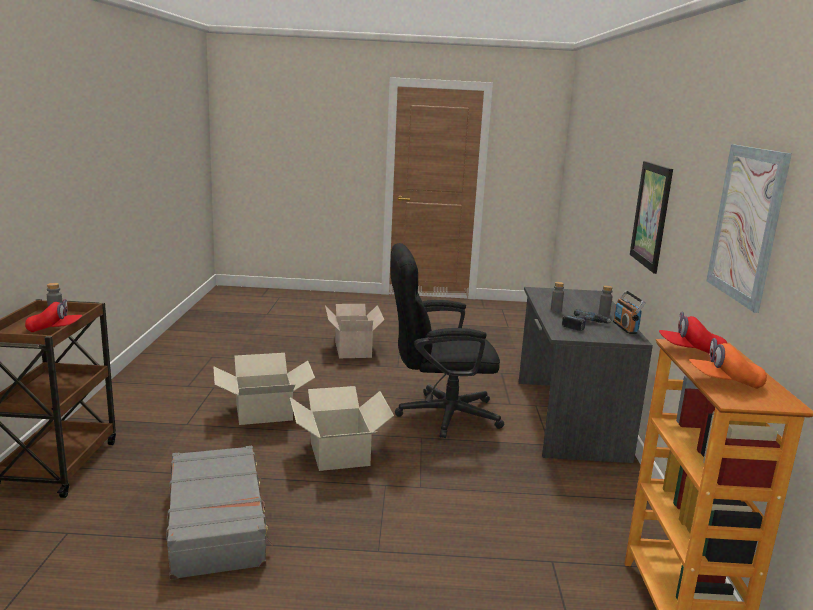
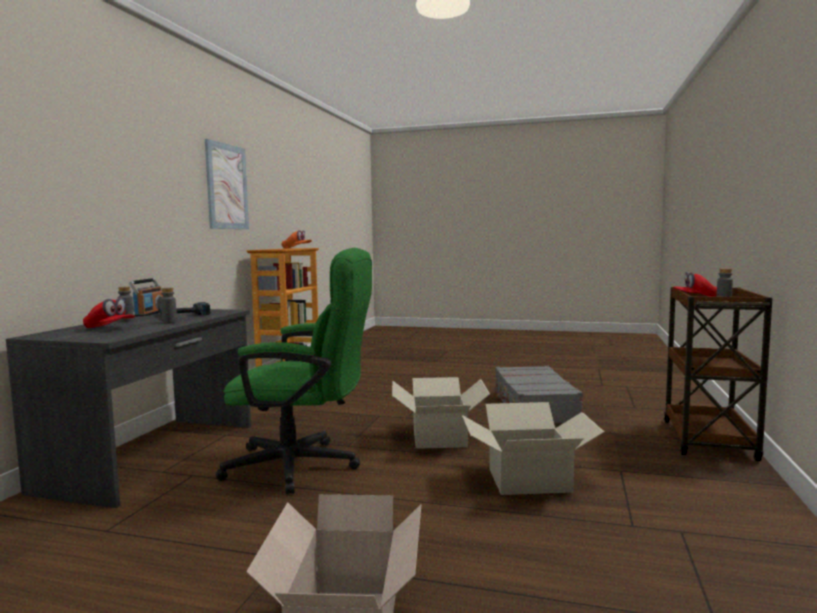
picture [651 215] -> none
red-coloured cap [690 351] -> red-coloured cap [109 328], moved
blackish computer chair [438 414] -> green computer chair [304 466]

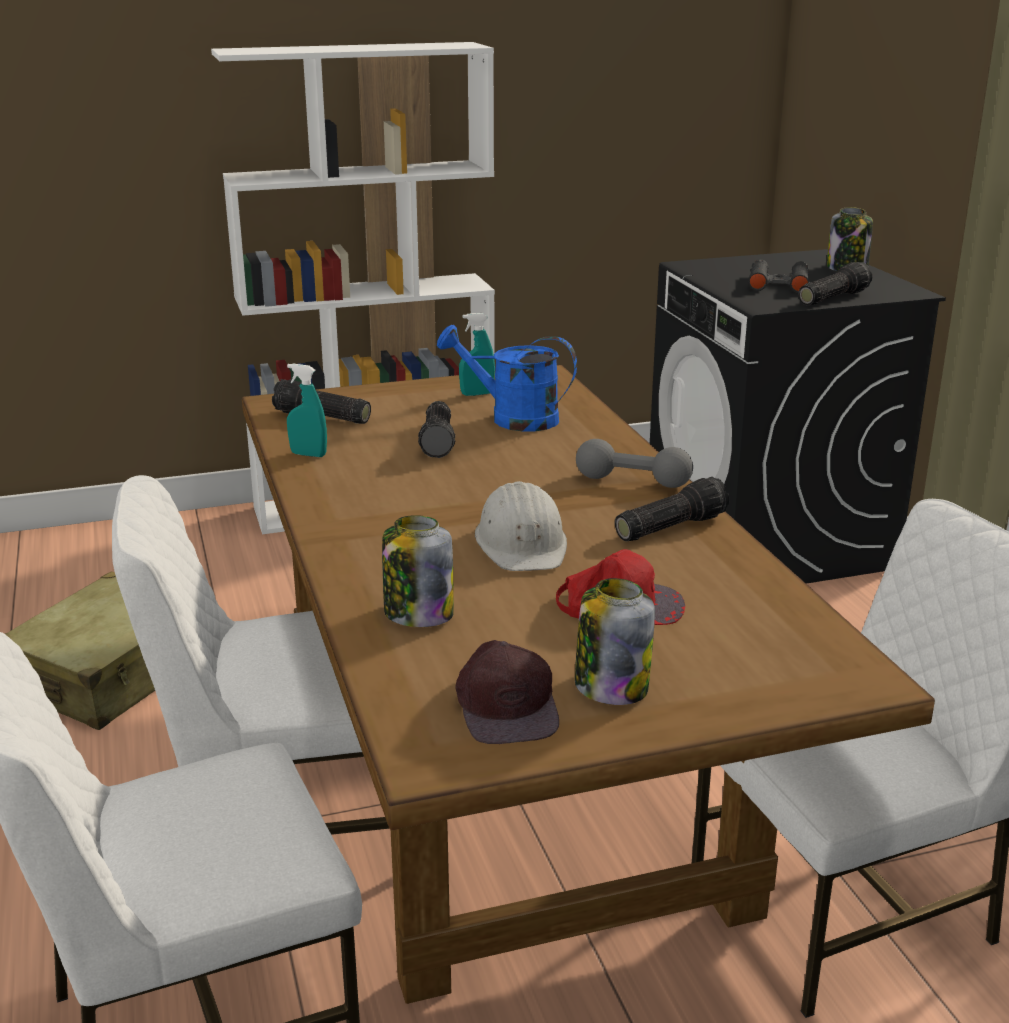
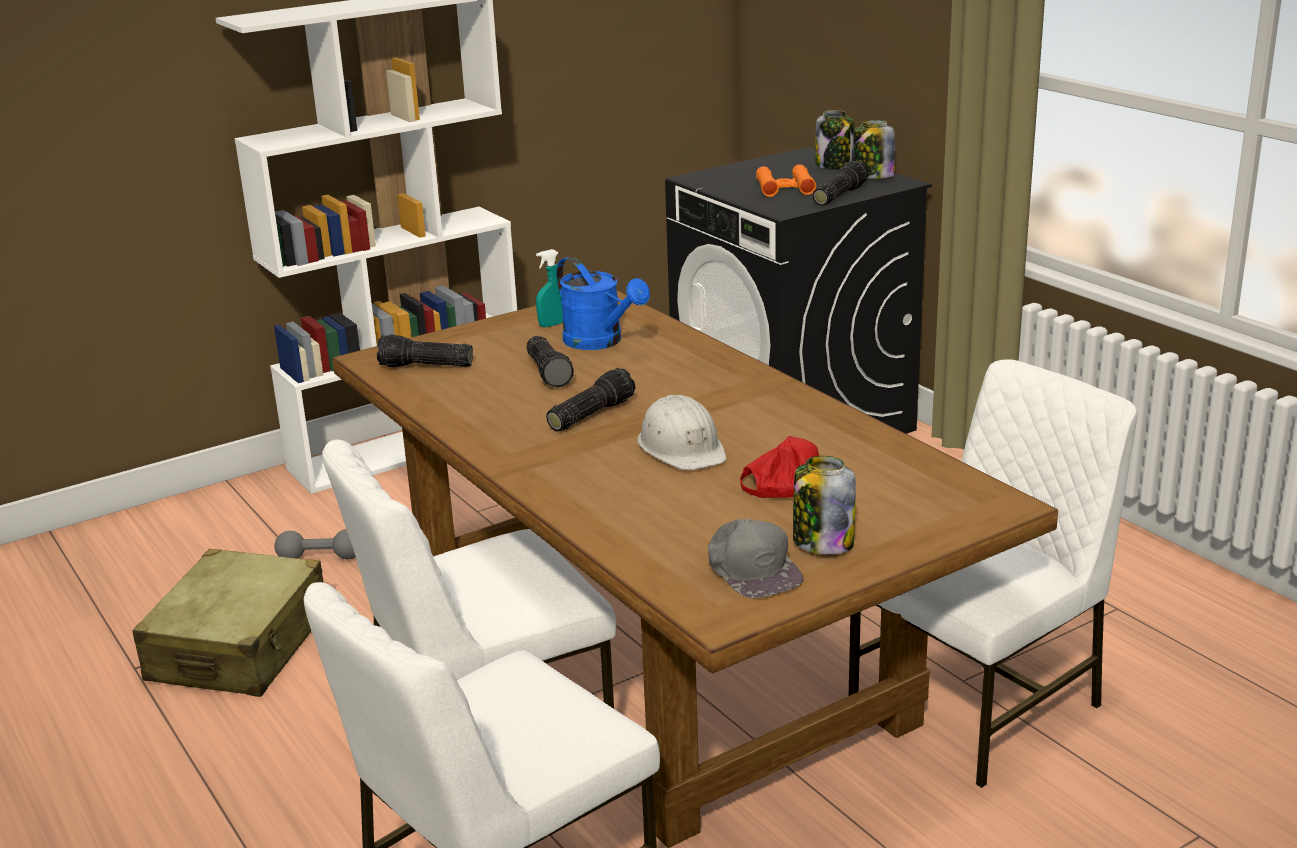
turquoise-coloured hand sprayer [308 454] -> none
storage jar [417 613] -> storage jar [873 176], moved
greyish free weight [633 481] -> greyish free weight [320 558], moved
hand torch [669 526] -> hand torch [590 414], moved
brown-coloured cap [507 704] -> greyish cap [753 569]
blackish pair of binoculars [778 284] -> orange pair of binoculars [785 188]
blue-coloured sprinkling can [512 418] -> blue-coloured sprinkling can [600 342], 135 degrees counterclockwise

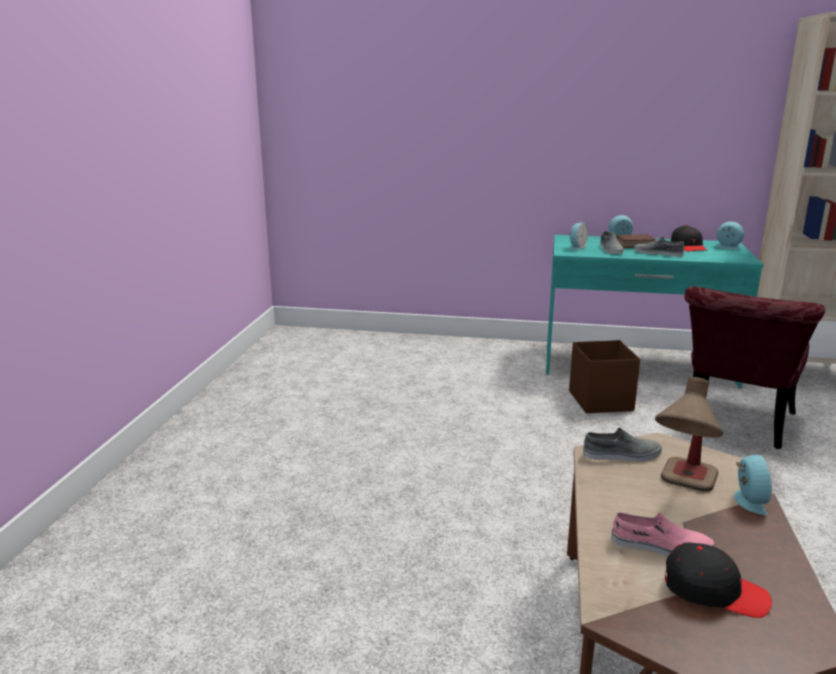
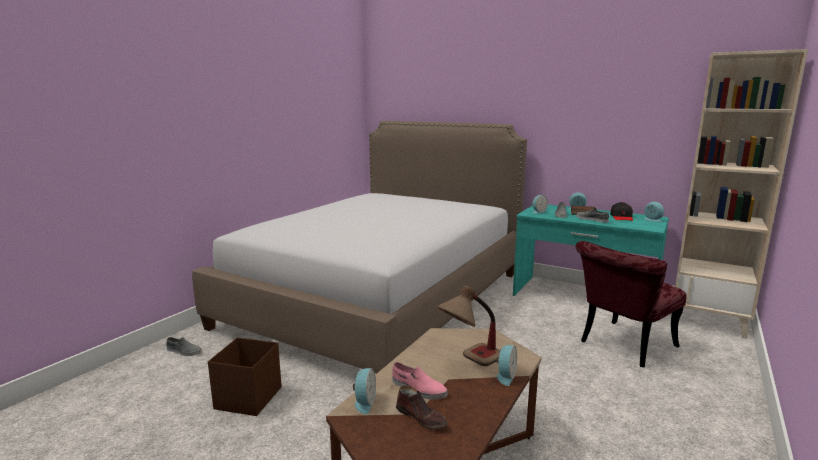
none -> bedroom bed [380 298]
none -> table clock [364 402]
brown-coloured storage container [600 400] -> brown-coloured storage container [249 398], moved
greyish item of footwear [622 455] -> greyish item of footwear [184 351], moved
blackish cap [714 591] -> brown-coloured item of footwear [421 417]

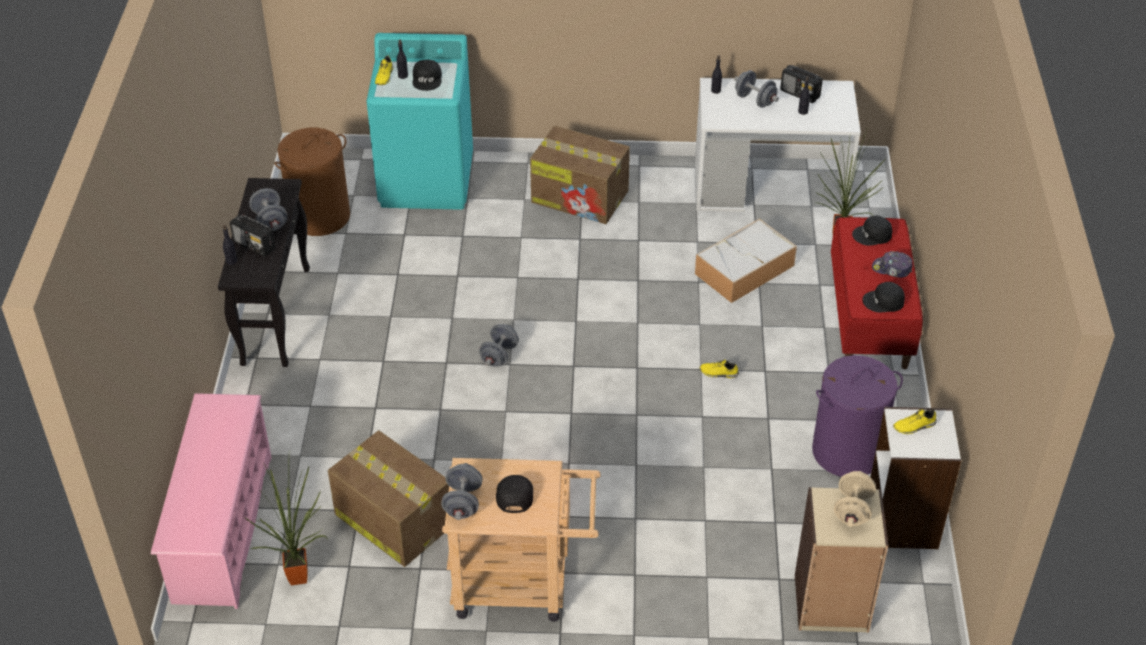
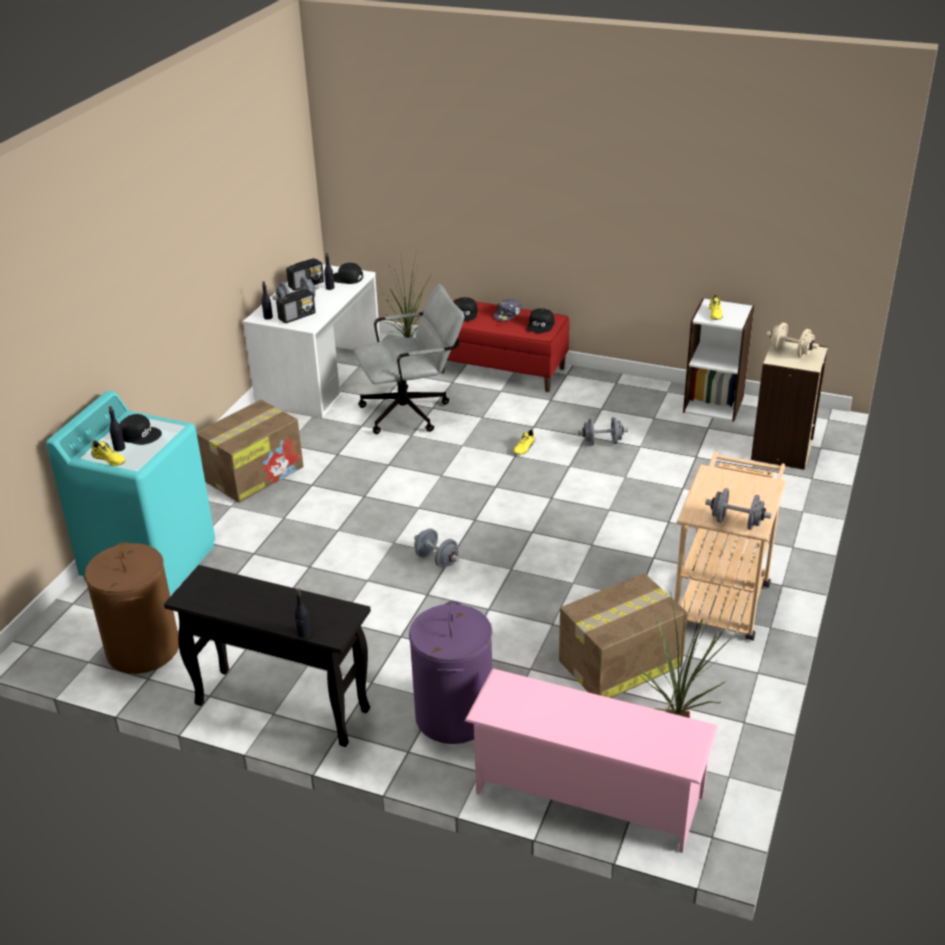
radio set [255 245] -> radio set [297 316], moved
greyish free weight [270 221] -> greyish free weight [602 442], moved
blackish cap [514 495] -> blackish cap [347 278], moved
purple-coloured laundry basket [847 452] -> purple-coloured laundry basket [454 716], moved
storage container [743 270] -> greyish computer chair [412 411]

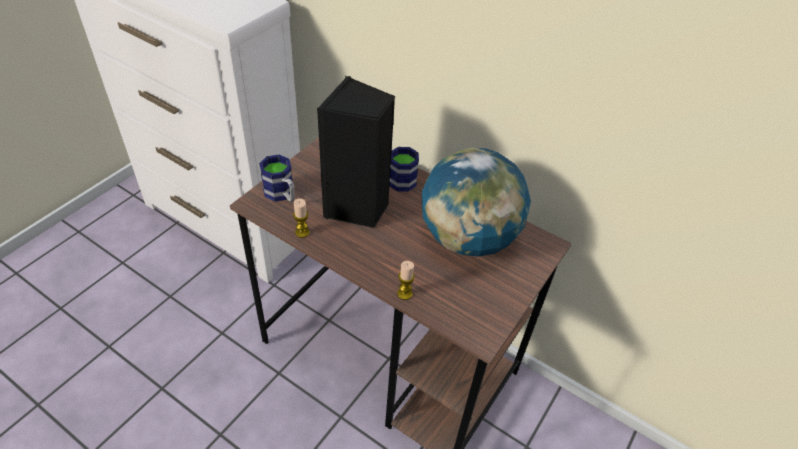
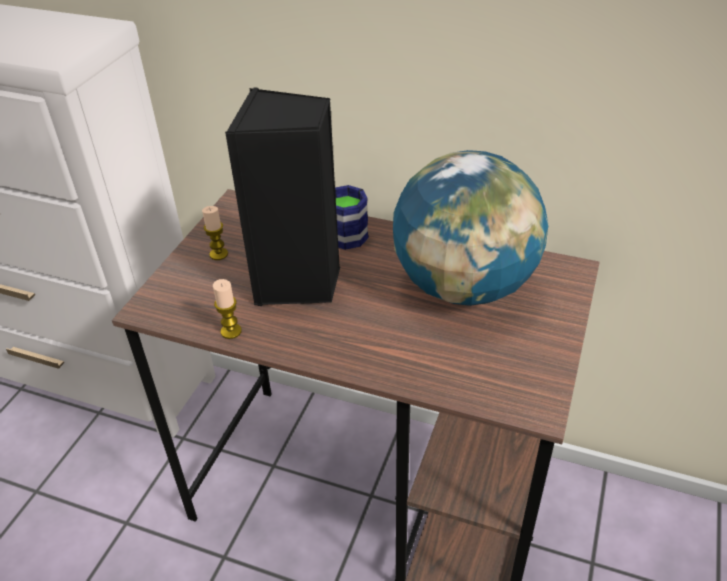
coffee mug [282 194] -> none
candle [404 293] -> candle [218 254], moved

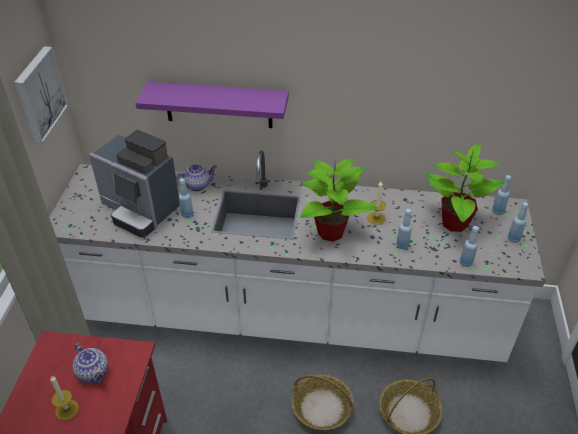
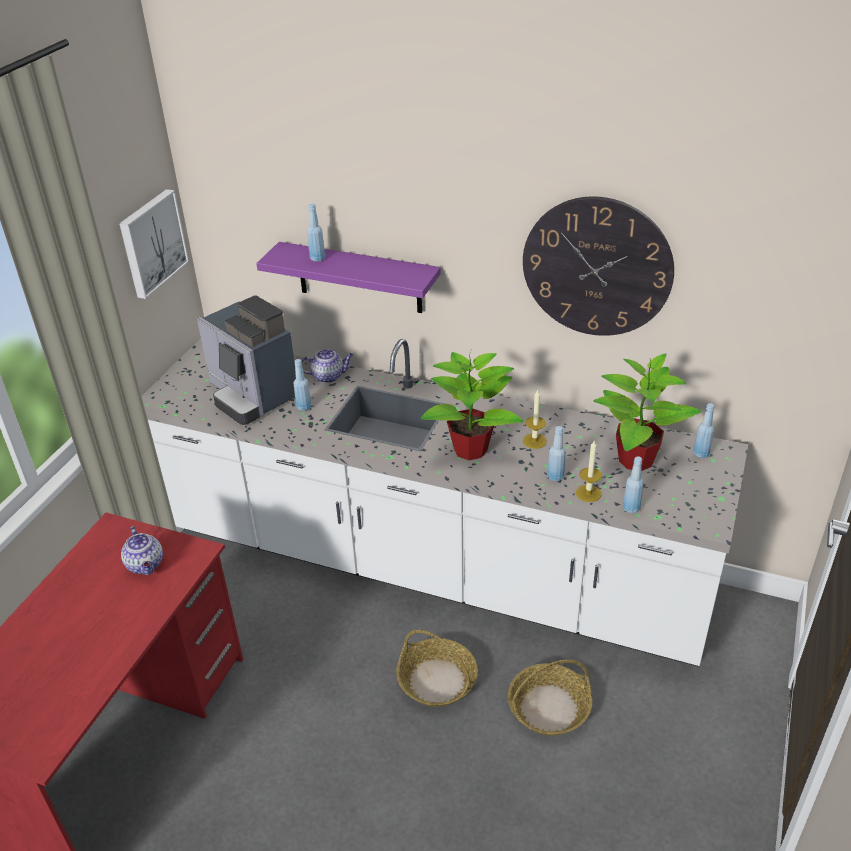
none -> hanging clock [597 267]
candle [67 410] -> candle [588 493], moved
blue-coloured bottle [513 239] -> blue-coloured bottle [317 258], moved

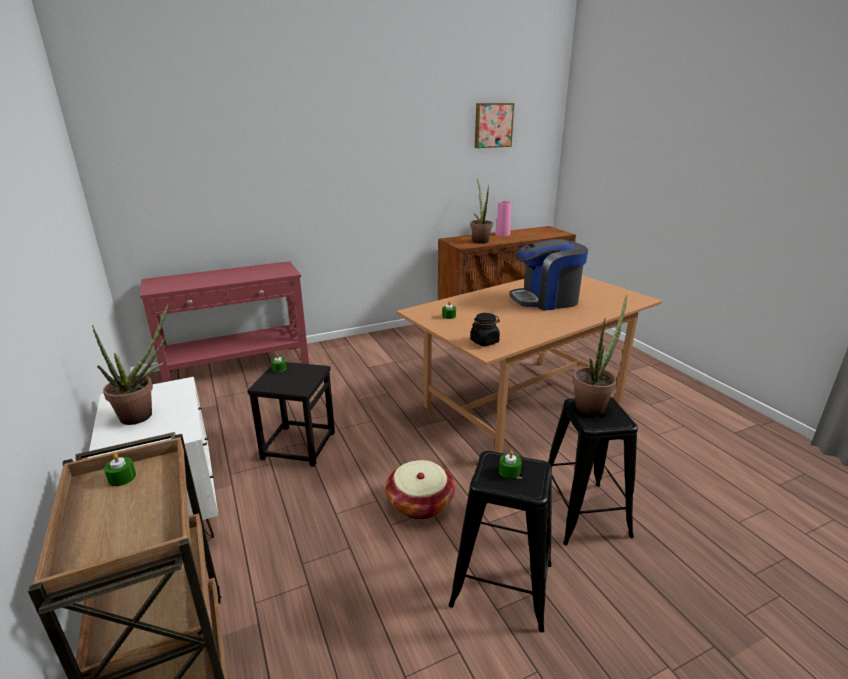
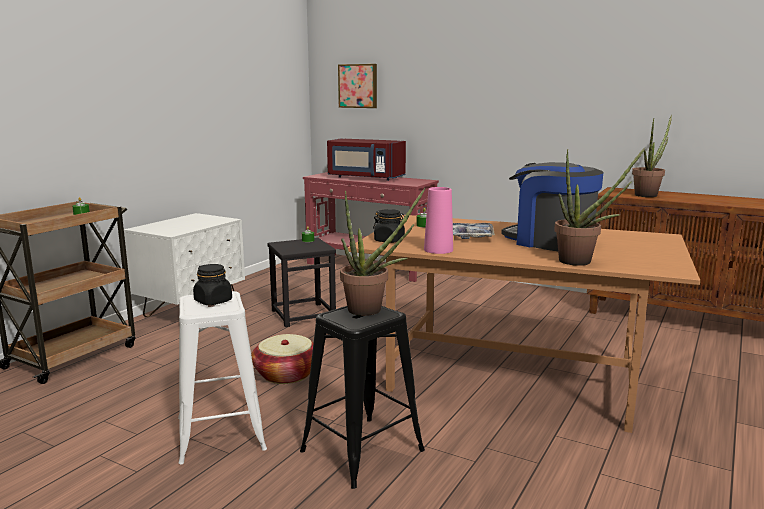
none -> red-coloured microwave [365 177]
none -> tray [468 236]
potted plant [144 414] -> potted plant [582 262], moved
picture [493 125] -> picture [358 86], moved
pink vase [502 234] -> pink vase [438 250], moved
green candle [509 471] -> blackish storage jar [213 301]
blackish sitting stool [502 584] -> whitish sitting stool [220 433]

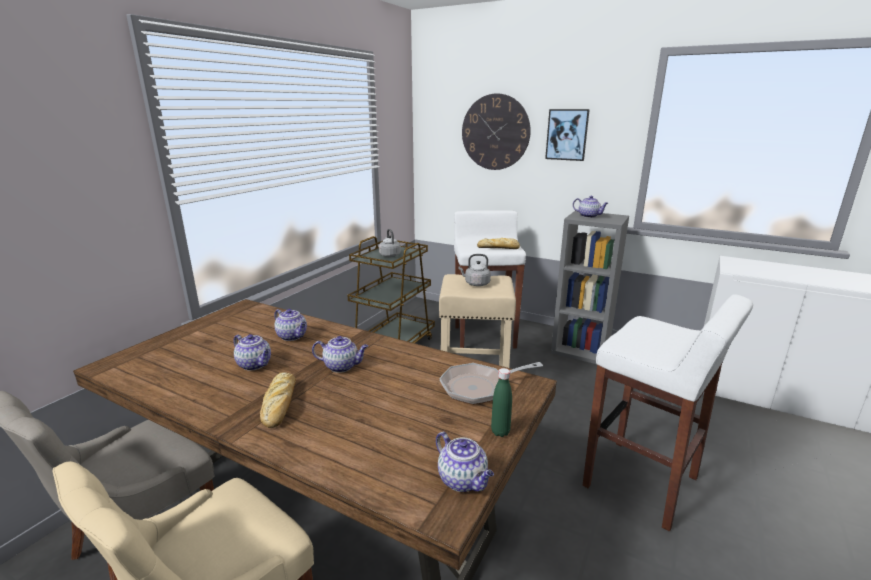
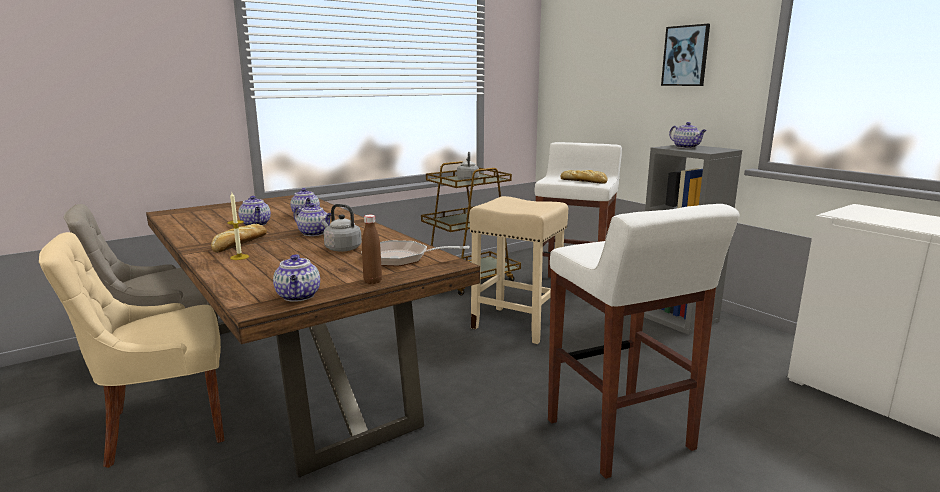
hanging clock [495 132] -> none
none -> candle [239 257]
greyish water kettle [475 284] -> greyish water kettle [341 248], moved
green bottle [500 432] -> brown-coloured bottle [372 281]

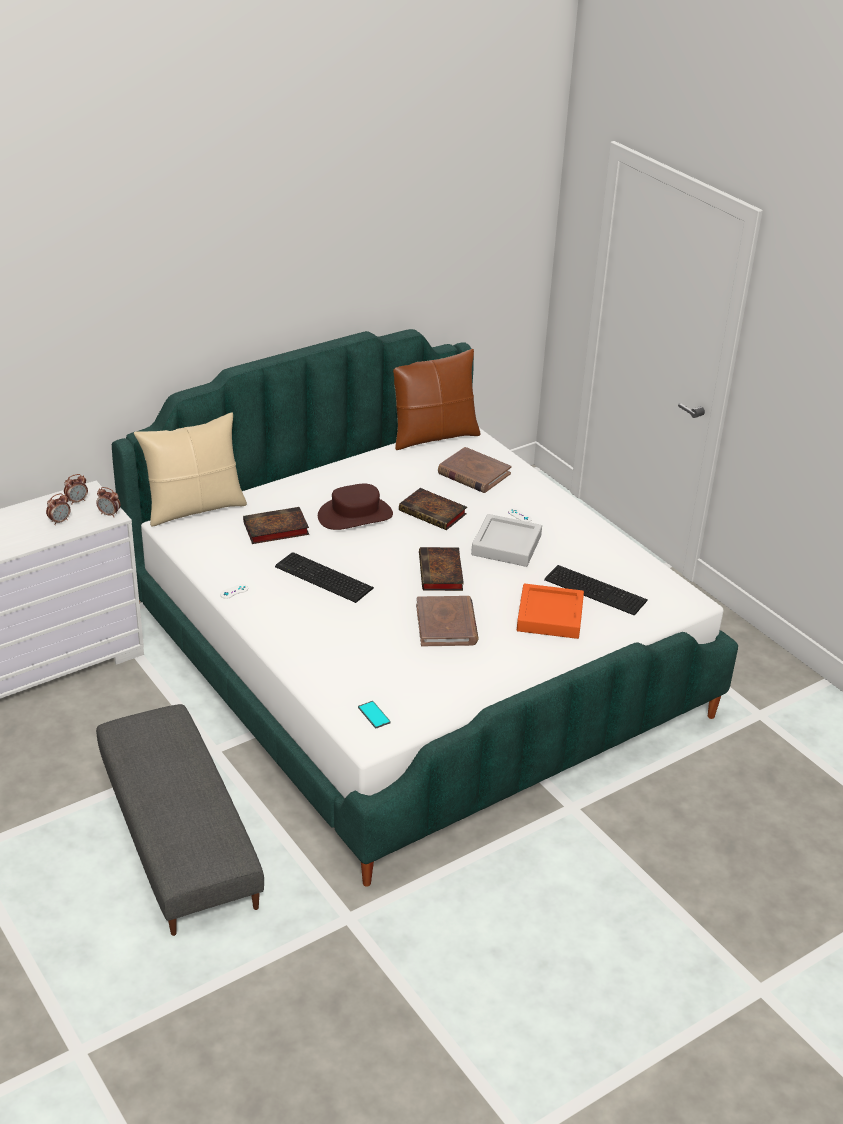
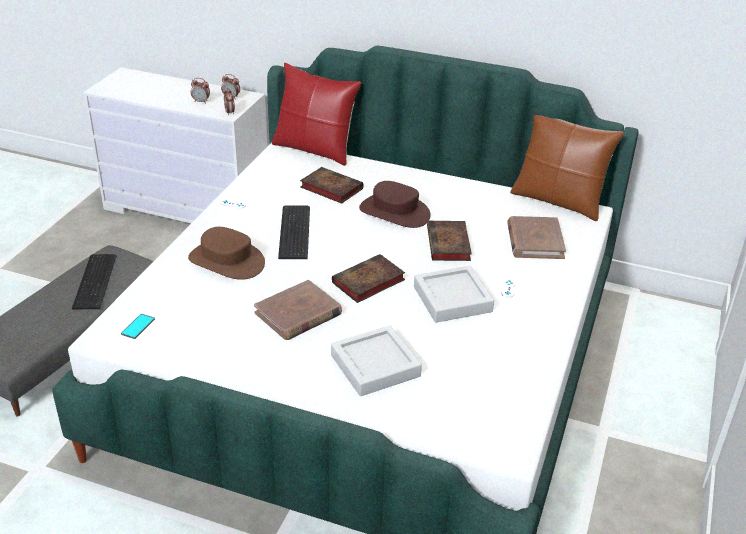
none -> brown-coloured hat [227 261]
keyboard [595 589] -> keyboard [96 281], moved
beige-coloured cushion [194 508] -> red-coloured cushion [315 149]
orange tray [549 616] -> greyish tray [375 366]

